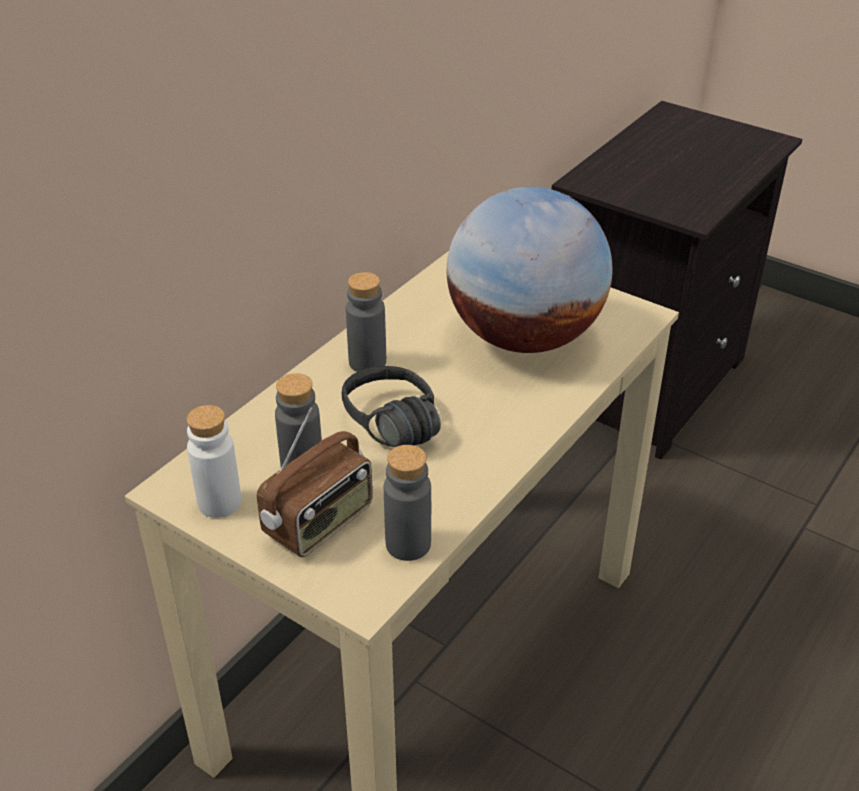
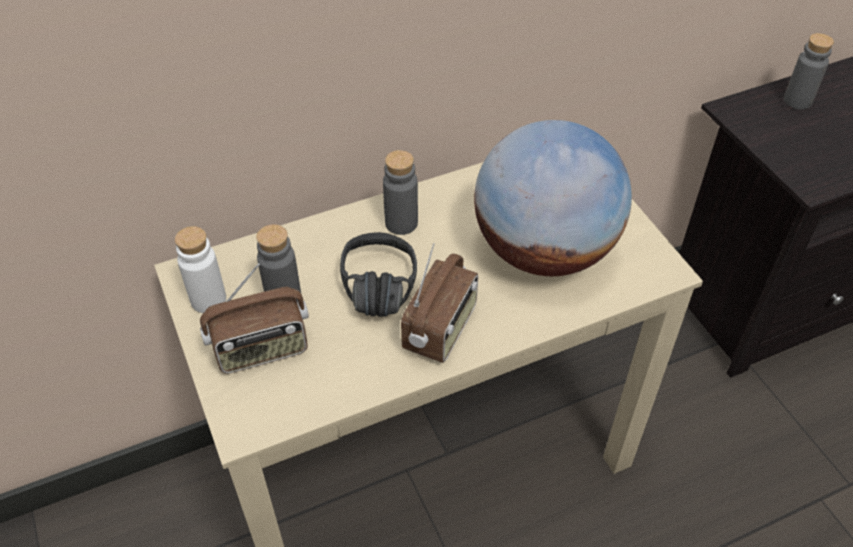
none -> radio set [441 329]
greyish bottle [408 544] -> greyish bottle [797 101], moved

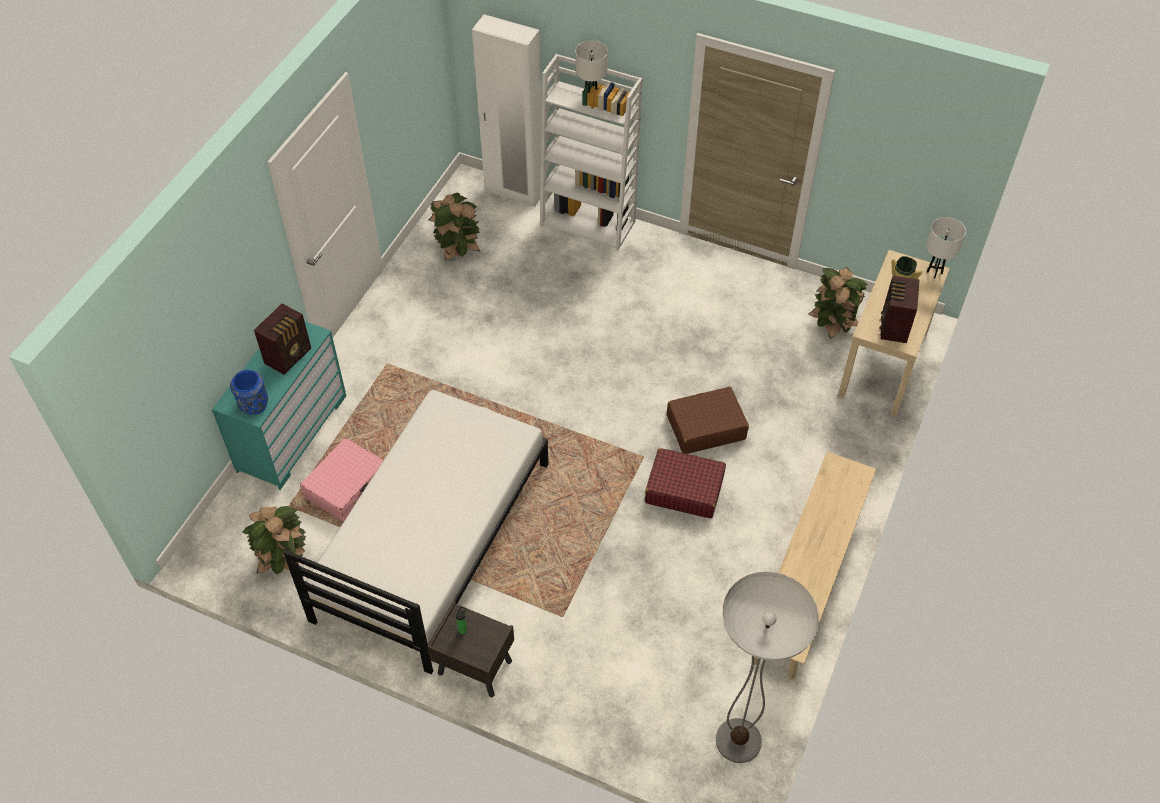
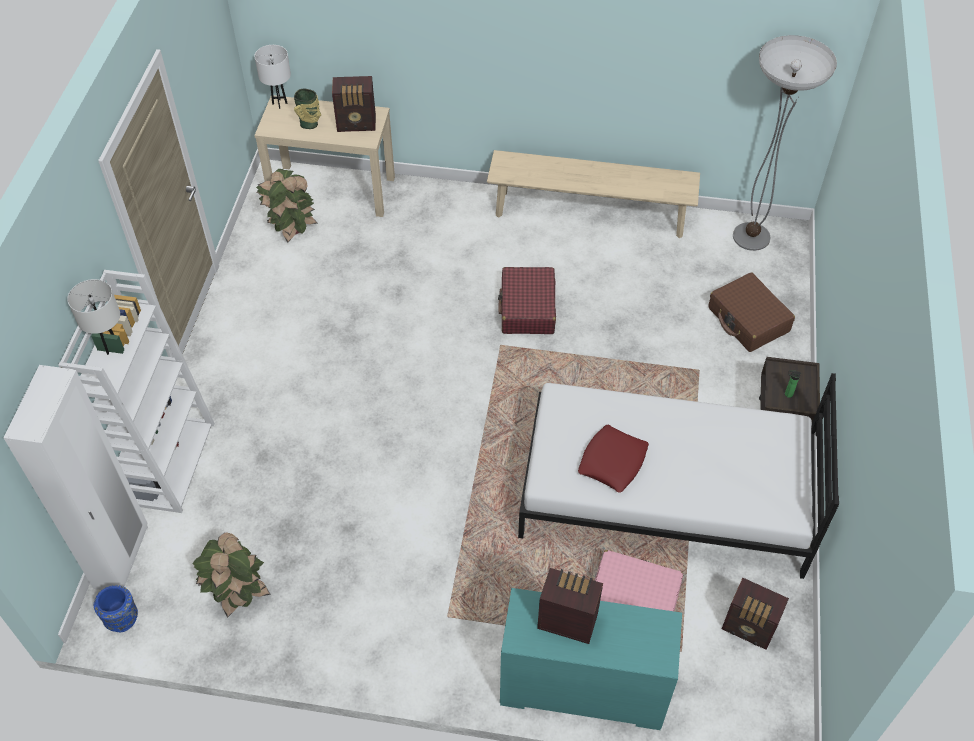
none -> red-coloured cushion [612 462]
blue-coloured vase [254 405] -> blue-coloured vase [122 619], moved
brown-coloured suitcase [705 427] -> brown-coloured suitcase [748 320], moved
potted plant [284 561] -> radio set [749 628]

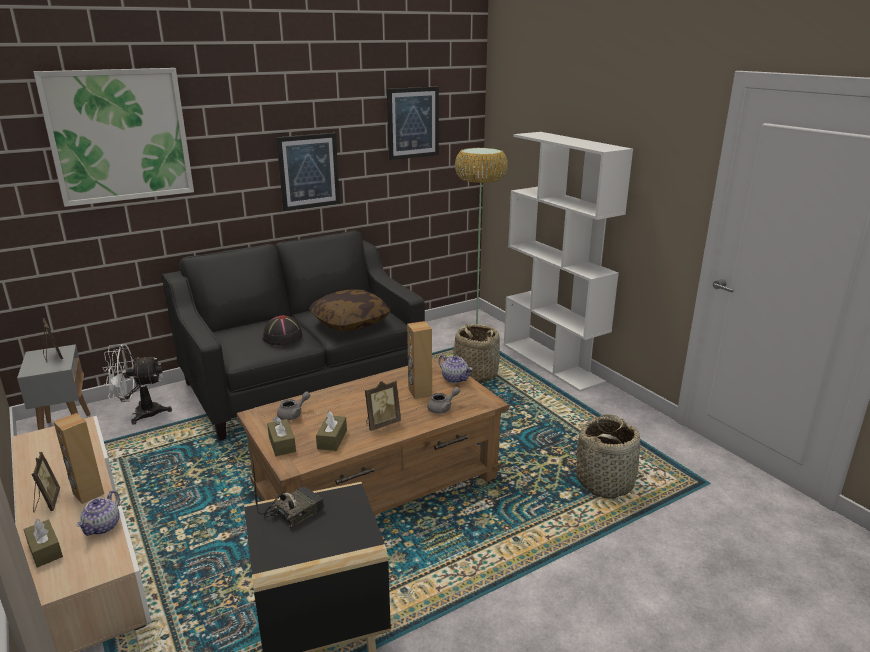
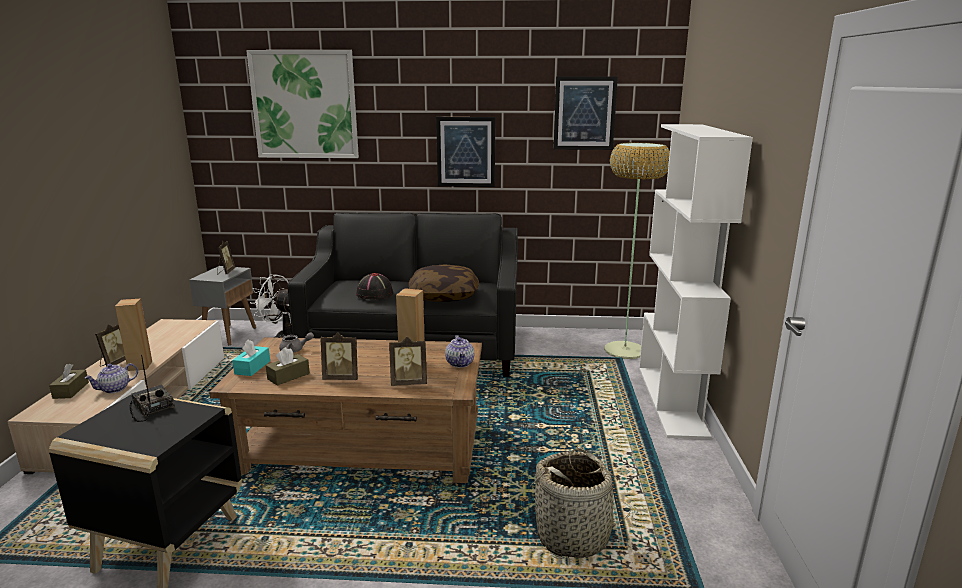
storage basket [475 374] -> none
greyish teapot [443 408] -> standing frame [409 383]
brown-coloured box of tissues [282 444] -> turquoise-coloured box of tissues [252 367]
radio set [294 511] -> radio set [150 408], 120 degrees counterclockwise

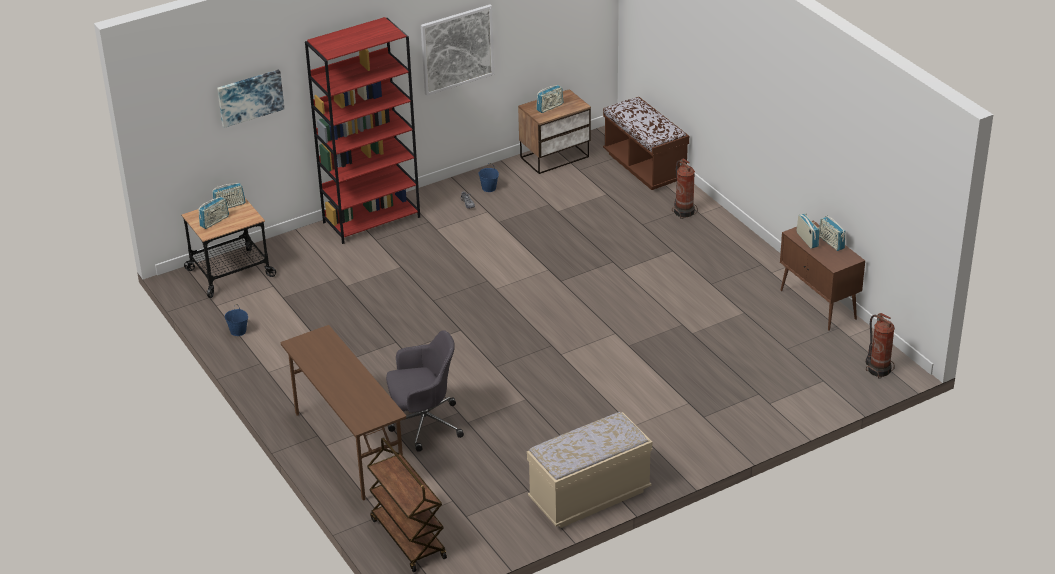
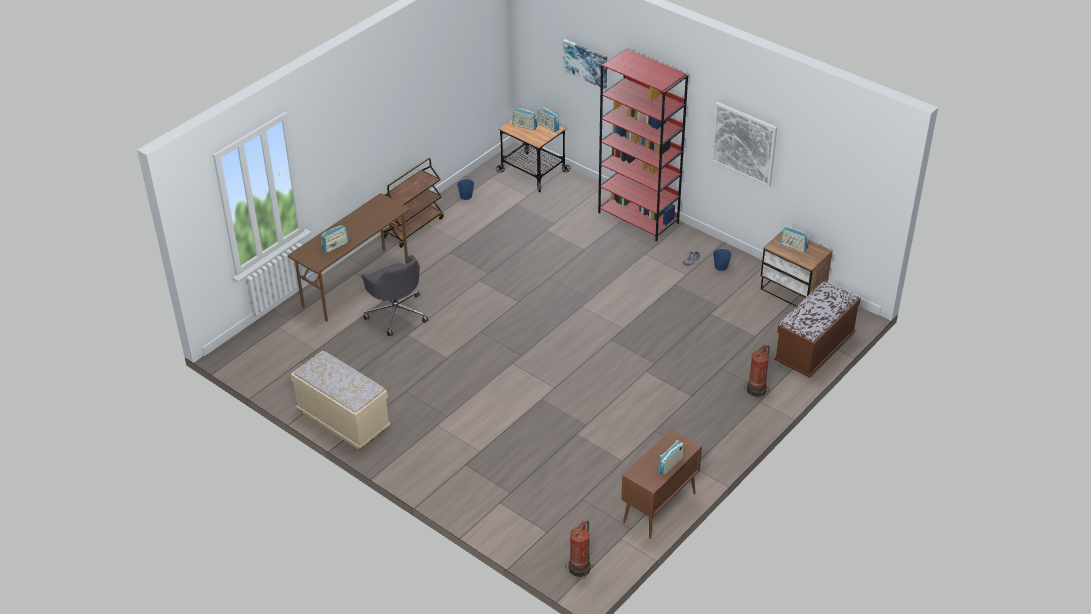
brown-coloured wheeled cart [407 538] -> brown-coloured wheeled cart [413 227], moved
radio set [807 240] -> radio set [335 246], moved

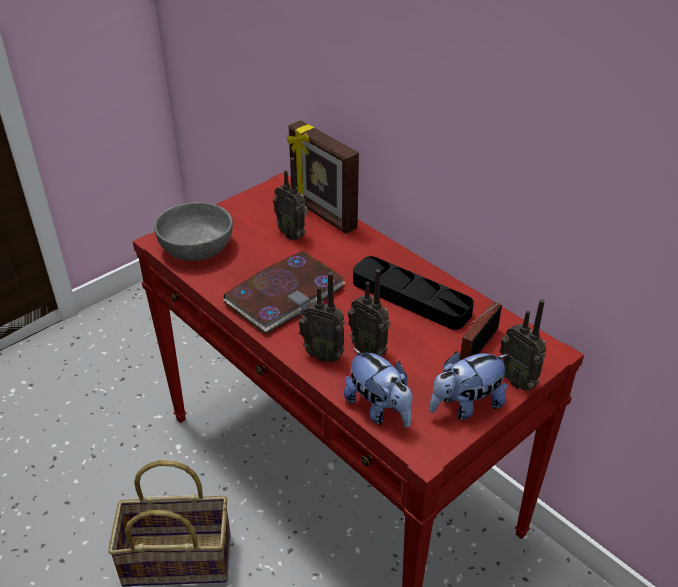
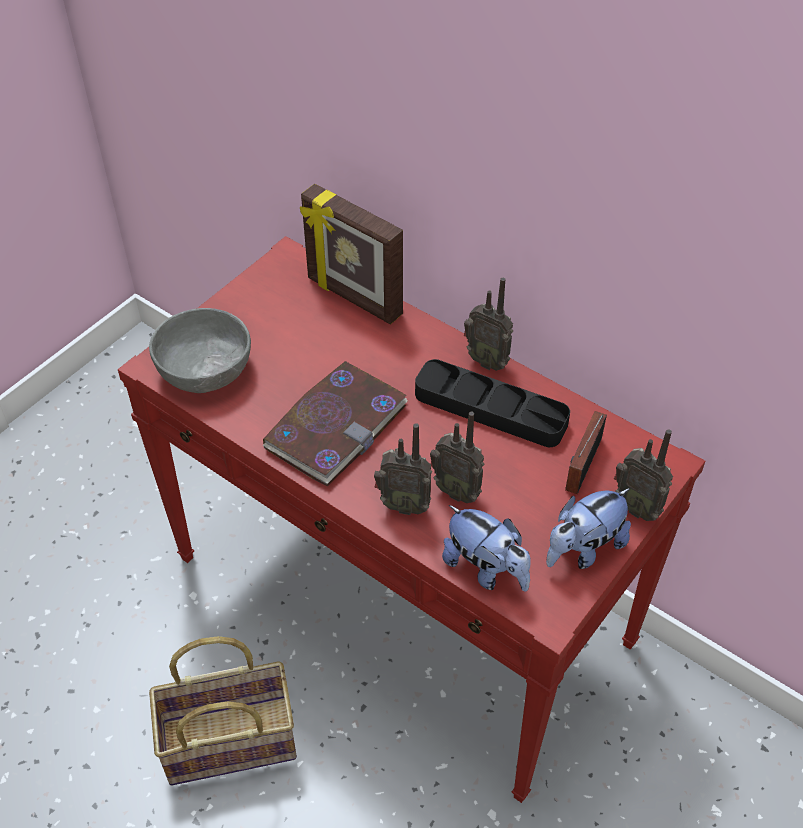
radio set [292 234] -> radio set [487 360], moved

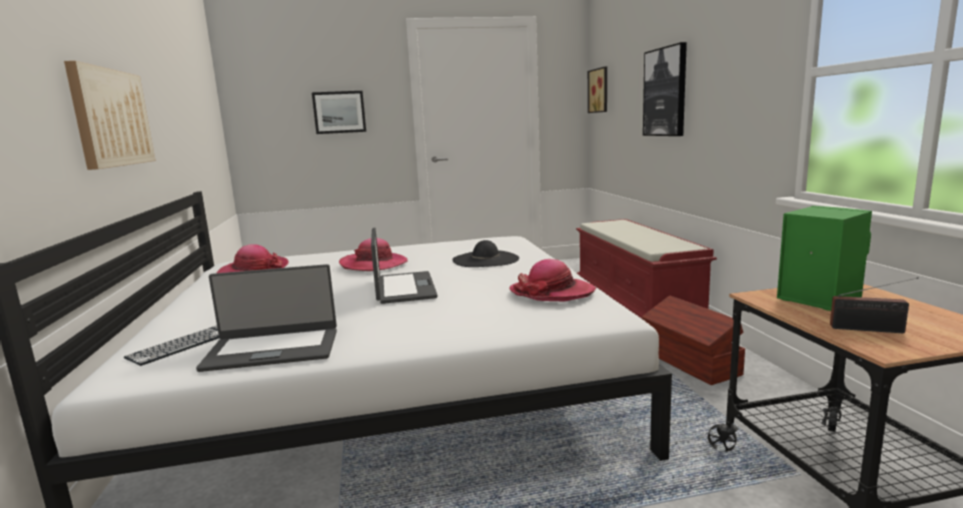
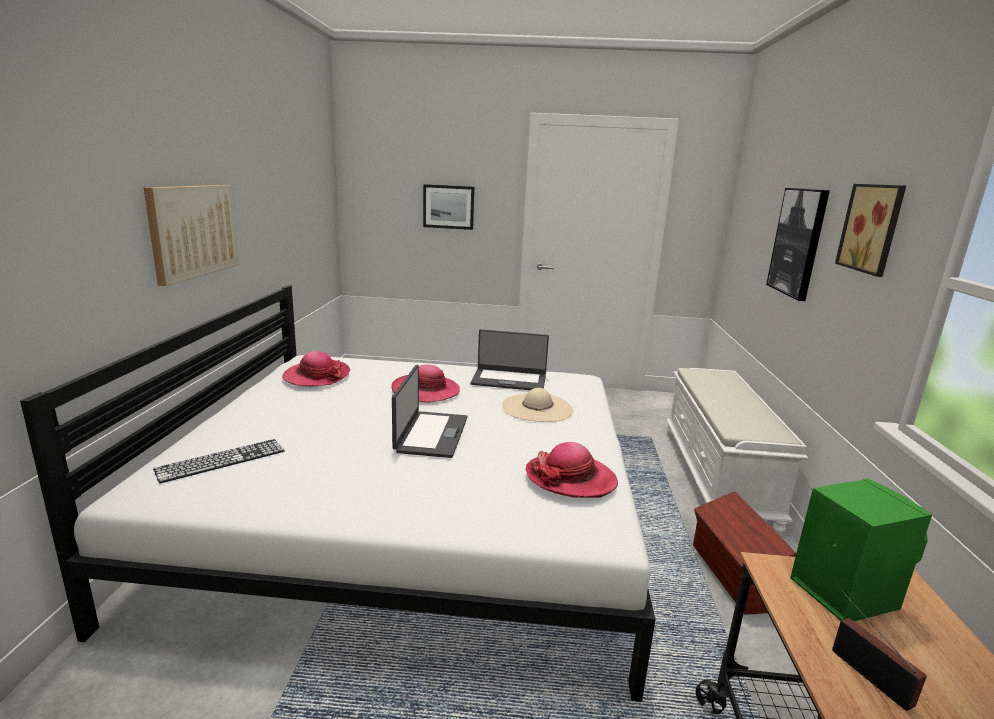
notebook computer [273 349] -> notebook computer [509 380], moved
picture [600 90] -> picture [873 228], moved
blackish hat [485 259] -> beige-coloured hat [537 408]
red-coloured long seat [636 304] -> whitish long seat [718 476]
radio set [870 329] -> radio set [867 673], 150 degrees counterclockwise

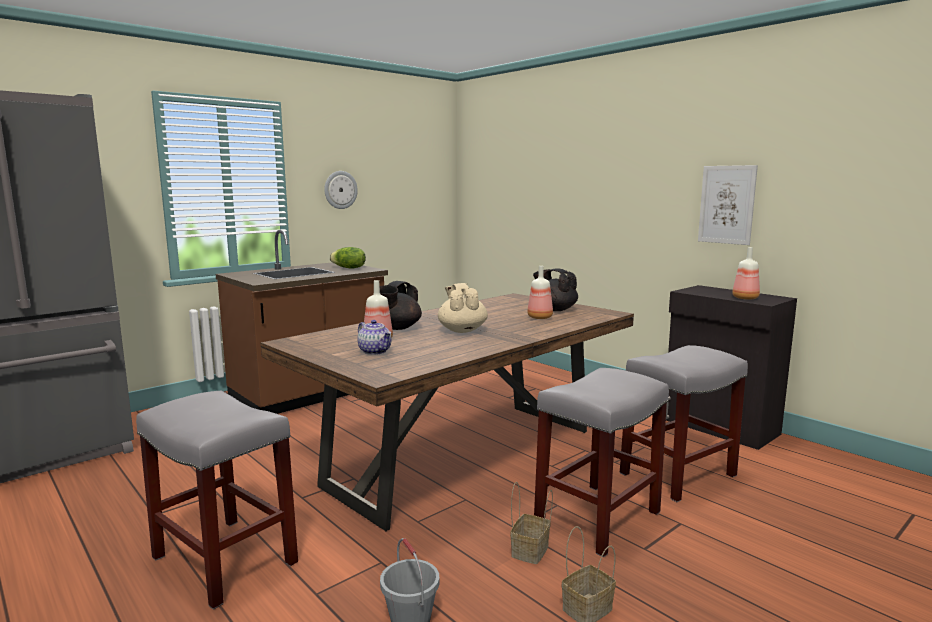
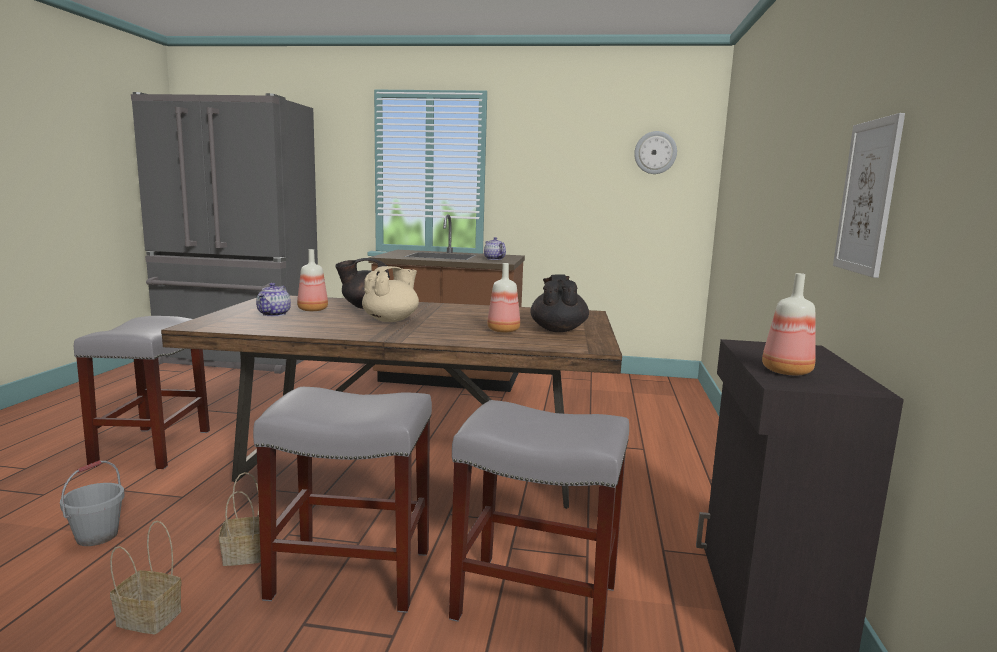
hanging clock [340 190] -> hanging clock [655 152], moved
head of lettuce [349 268] -> teapot [494 259]

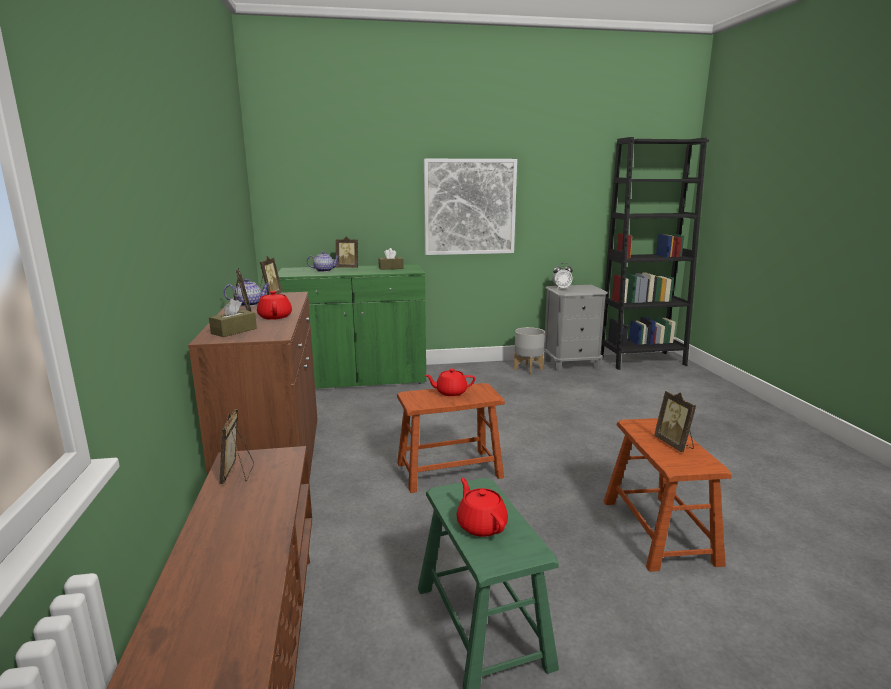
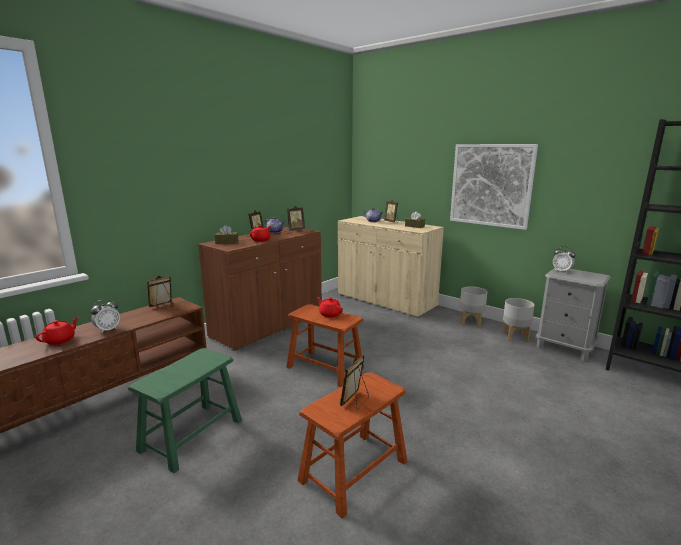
none -> table clock [108 330]
none -> greyish flower pot [471 322]
red-coloured teapot [481 525] -> red-coloured teapot [60 340], moved
green cabinet [356 379] -> beige-coloured cabinet [385 300]

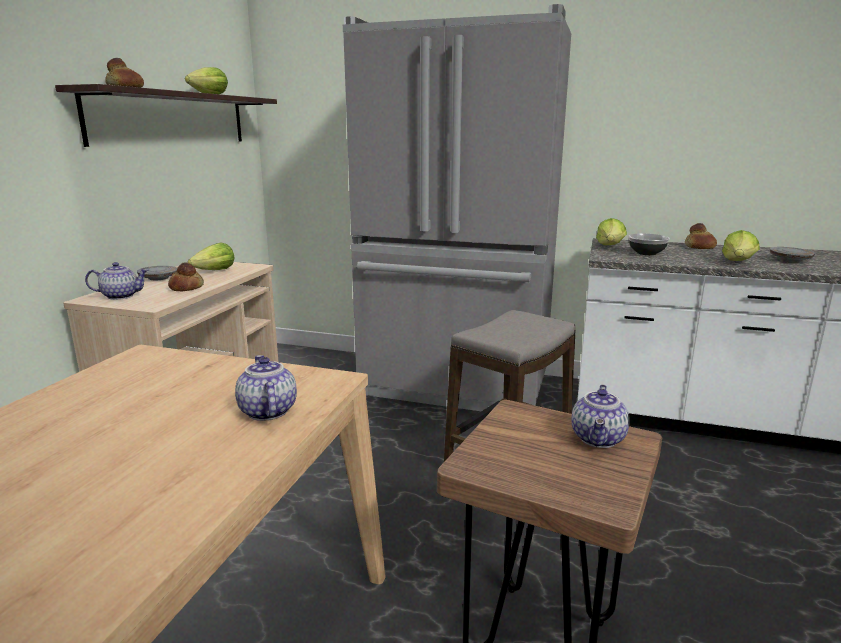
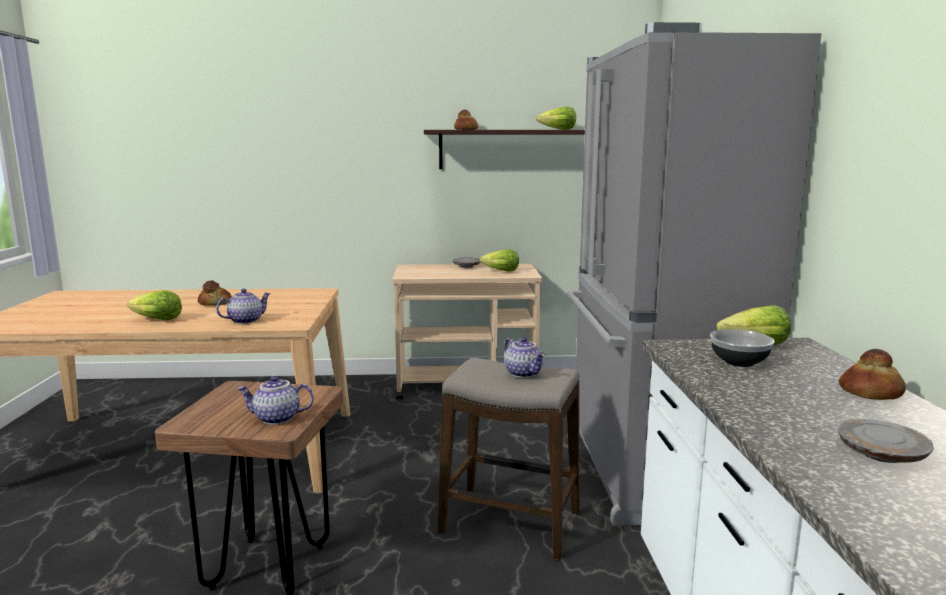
teapot [121 296] -> teapot [524 373], moved
baked bread [186 287] -> baked bread [215 303], moved
head of lettuce [738 262] -> head of lettuce [156 320], moved

